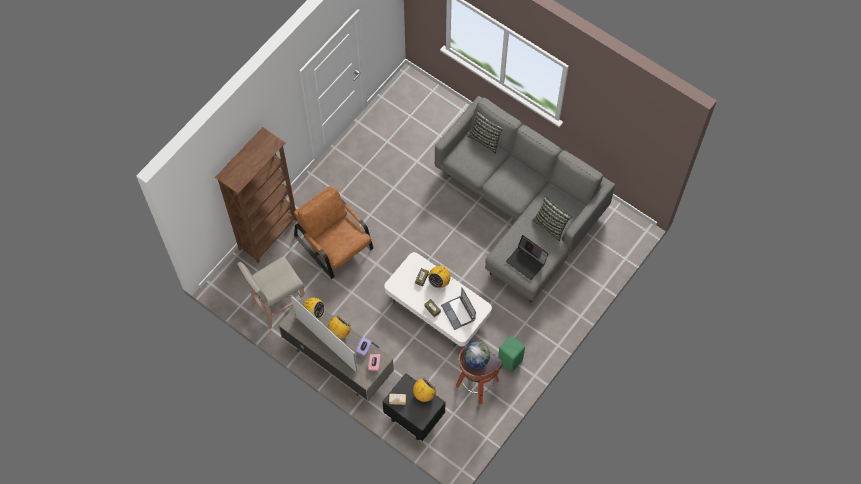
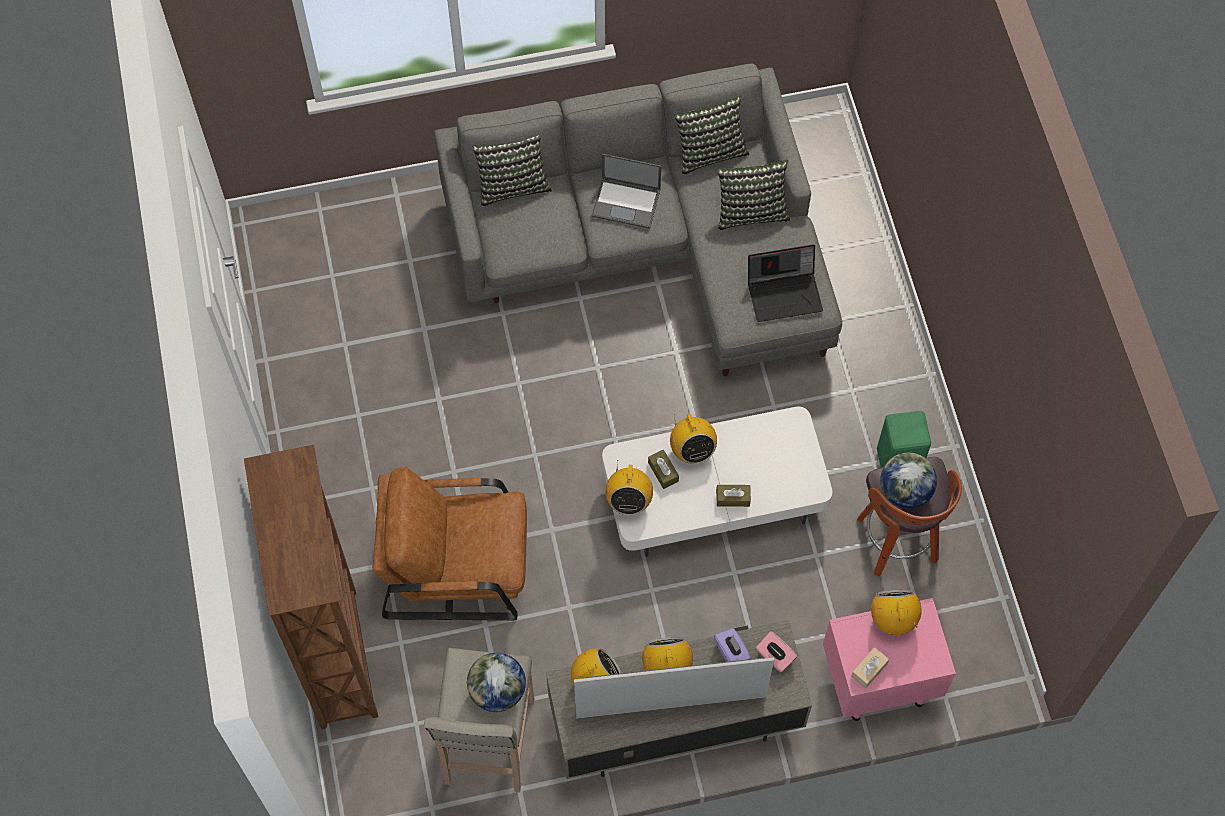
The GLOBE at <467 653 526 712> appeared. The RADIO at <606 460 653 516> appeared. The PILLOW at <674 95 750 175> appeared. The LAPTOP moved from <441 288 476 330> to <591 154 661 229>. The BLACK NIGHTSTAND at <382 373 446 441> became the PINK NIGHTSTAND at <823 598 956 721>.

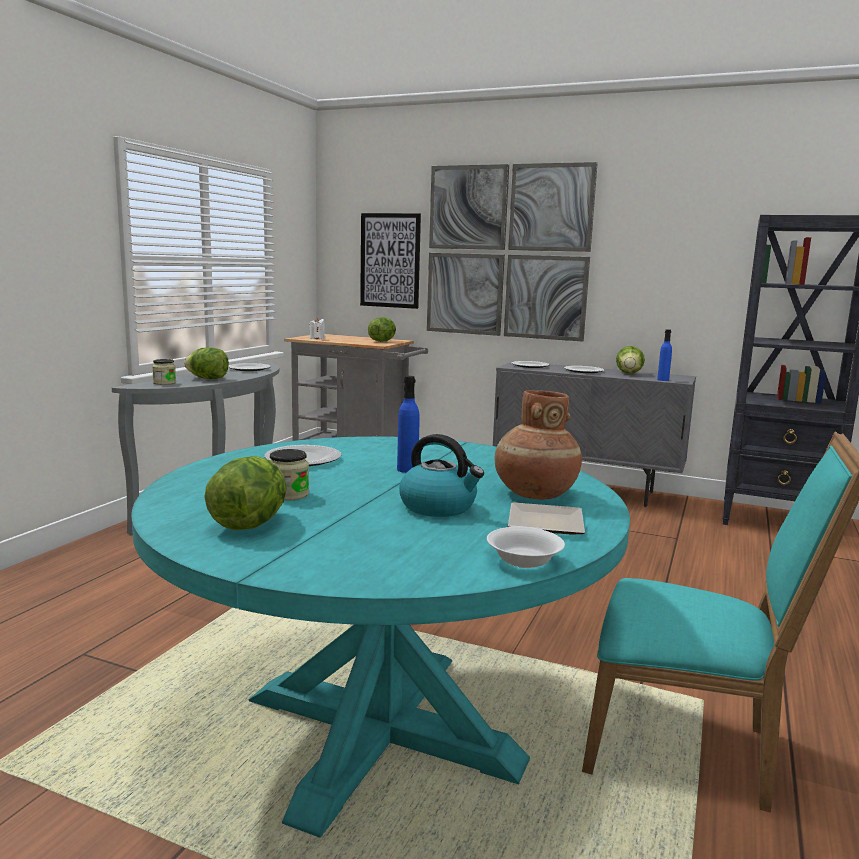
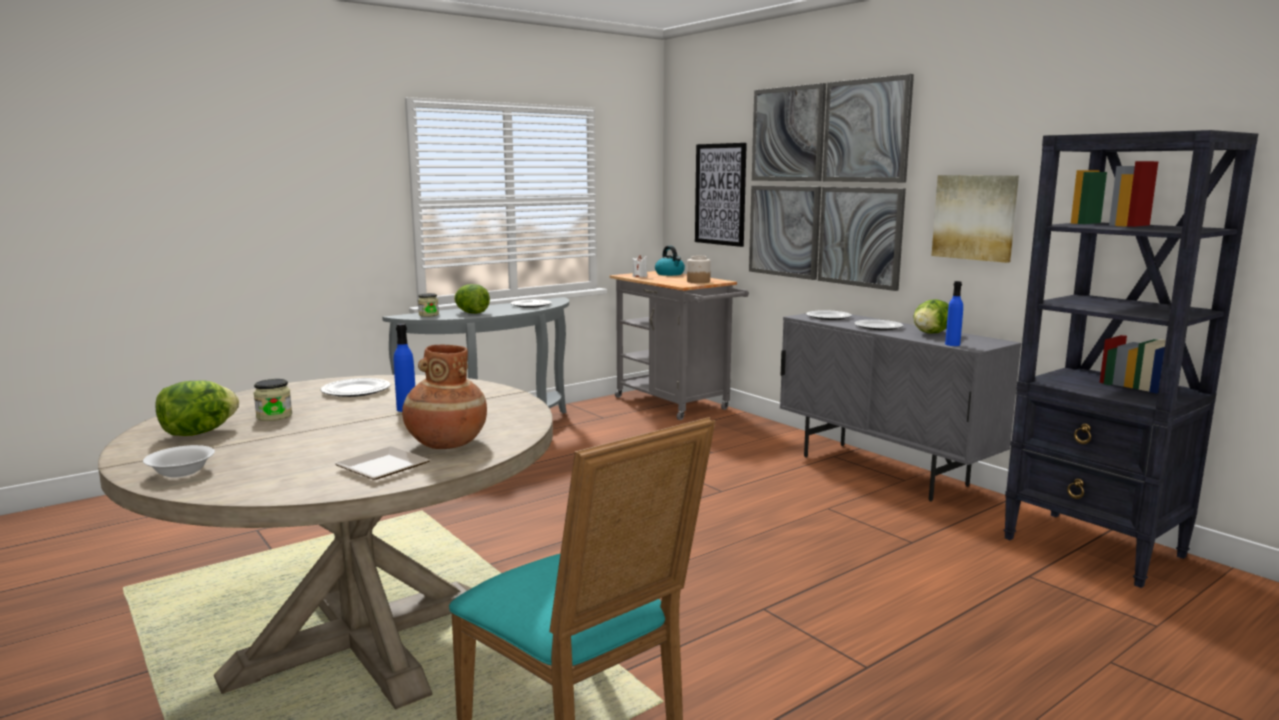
The PICTURE at <931 175 1019 263> appeared. The KETTLE moved from <399 434 484 517> to <655 246 685 276>. The WHITE BOWL moved from <487 527 565 568> to <143 445 215 478>. The LETTUCE at <368 317 396 342> was replaced by the JAR at <687 256 711 283>. The TURQUOISE DINING TABLE at <131 436 630 838> became the BEIGE DINING TABLE at <98 375 553 710>.

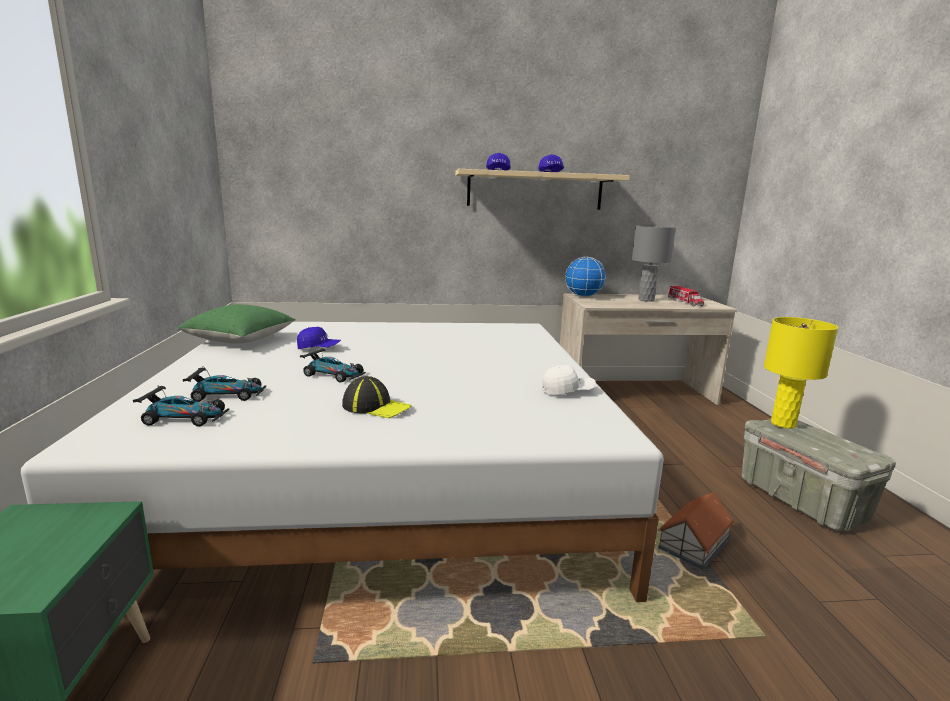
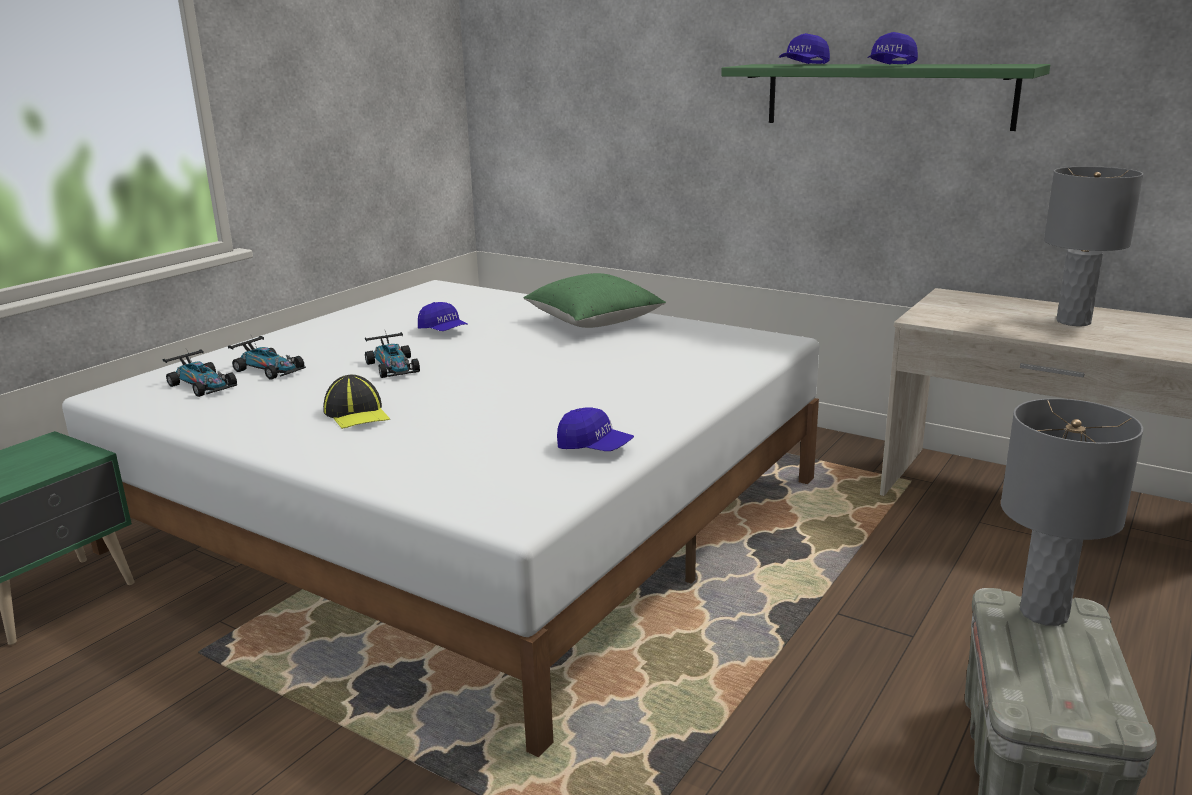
The GLOBE at <565 257 606 297> disappeared. The TOY HOUSE at <658 492 734 570> disappeared. The TOY TRUCK at <668 286 704 307> disappeared. The GREEN PILLOW moved from <176 304 296 344> to <524 273 666 328>. The BEIGE SHELF at <455 169 630 210> became the GREEN SHELF at <721 64 1050 131>. The WHITE CAP at <542 365 596 395> became the BLUE CAP at <557 407 634 451>. The YELLOW TABLE LAMP at <764 317 838 429> became the GREY TABLE LAMP at <1001 398 1143 626>.

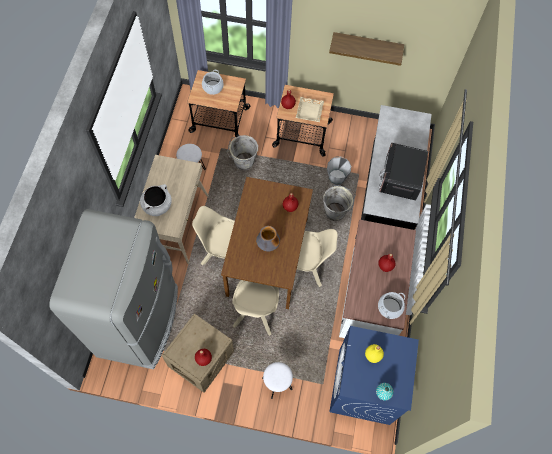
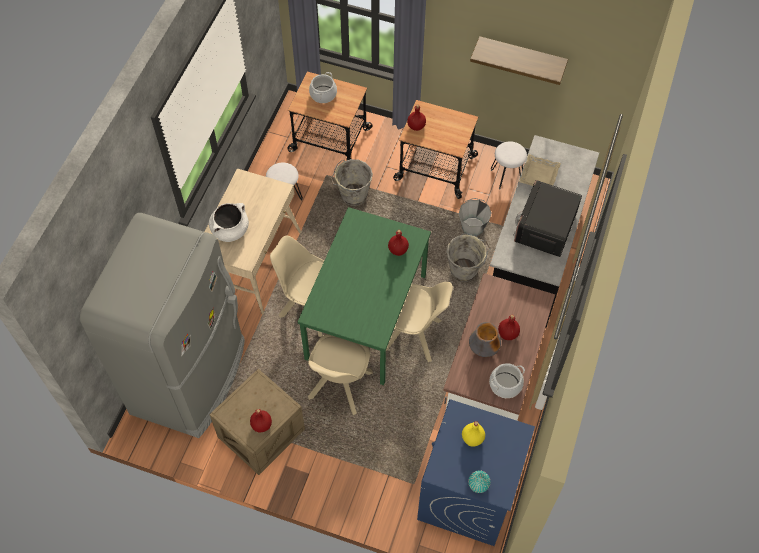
The VASE moved from <256 226 280 252> to <469 322 501 357>. The WHITE STOOL moved from <262 362 293 399> to <491 141 527 189>. The BEIGE TRAY moved from <296 97 324 122> to <519 154 561 186>. The BROWN DINING TABLE at <221 177 313 309> became the GREEN DINING TABLE at <298 207 431 385>.

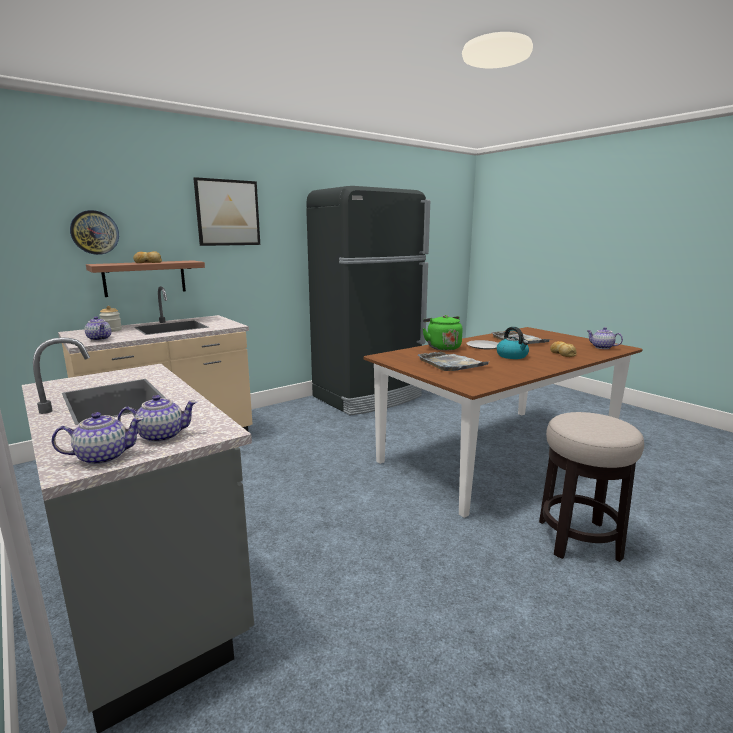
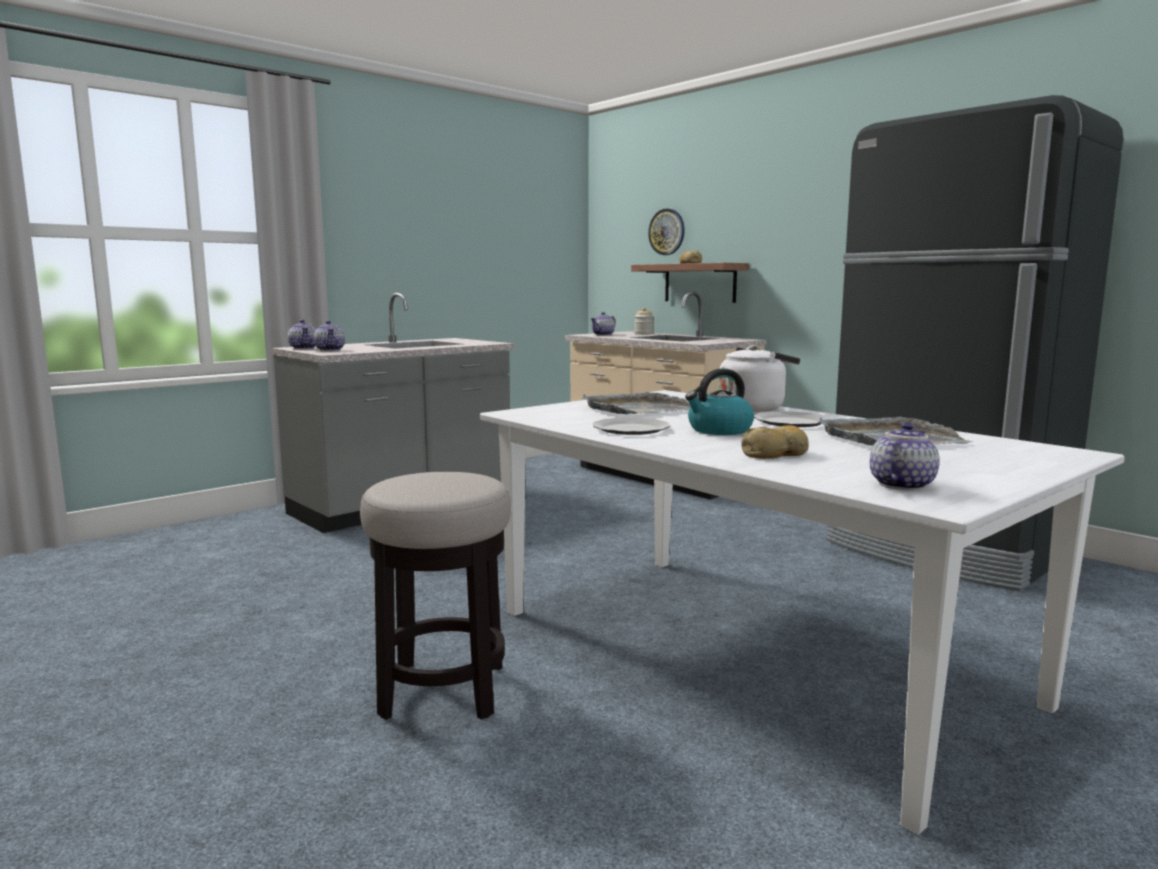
The PICTURE at <193 177 260 246> disappeared. The PLATE at <593 418 671 435> appeared. The BROWN DINING TABLE at <364 327 643 518> became the WHITE DINING TABLE at <479 390 1125 835>. The GREEN KETTLE at <422 315 463 350> became the WHITE KETTLE at <719 345 800 412>.

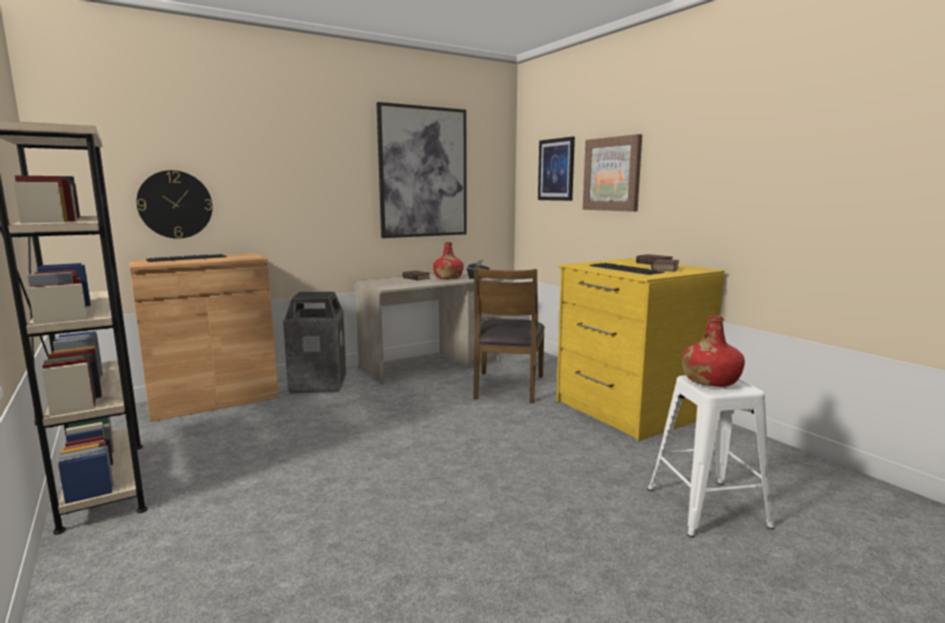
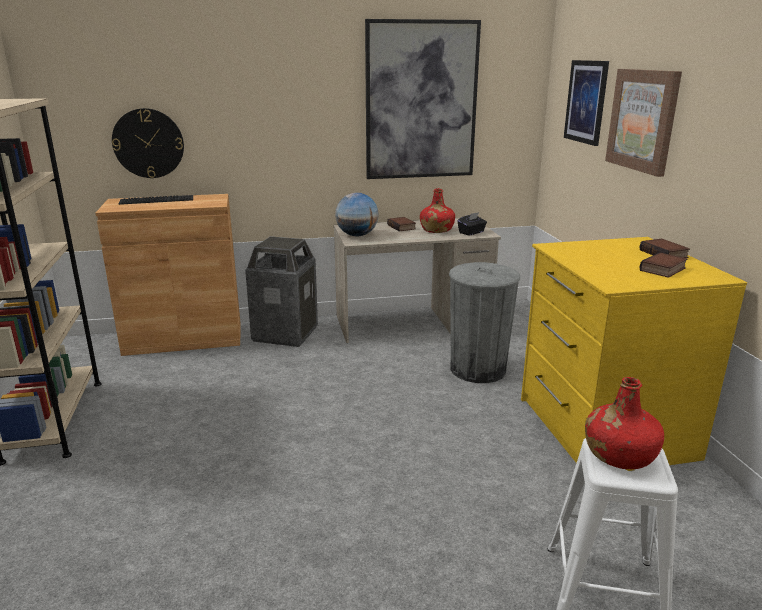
The KEYBOARD at <590 263 664 275> disappeared. The GLOBE at <335 193 379 236> appeared. The BROWN CHAIR at <474 268 545 403> was replaced by the GREY TRASH CAN at <449 262 520 383>.

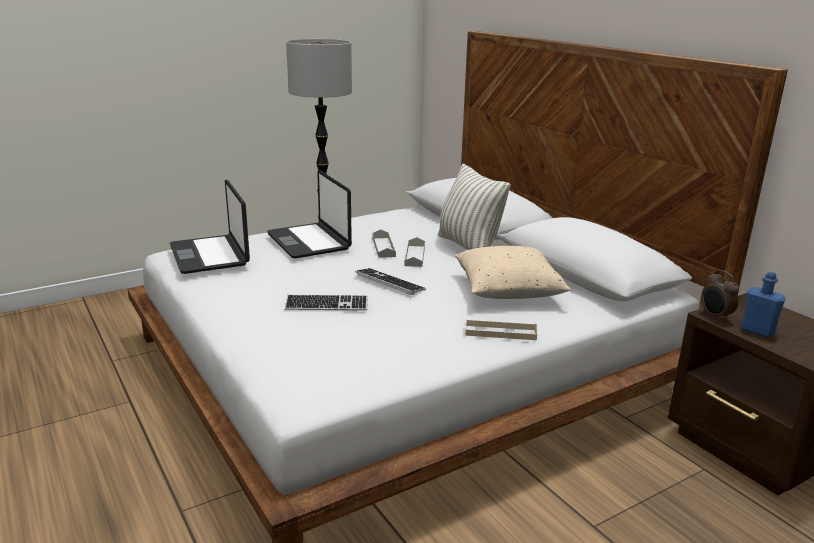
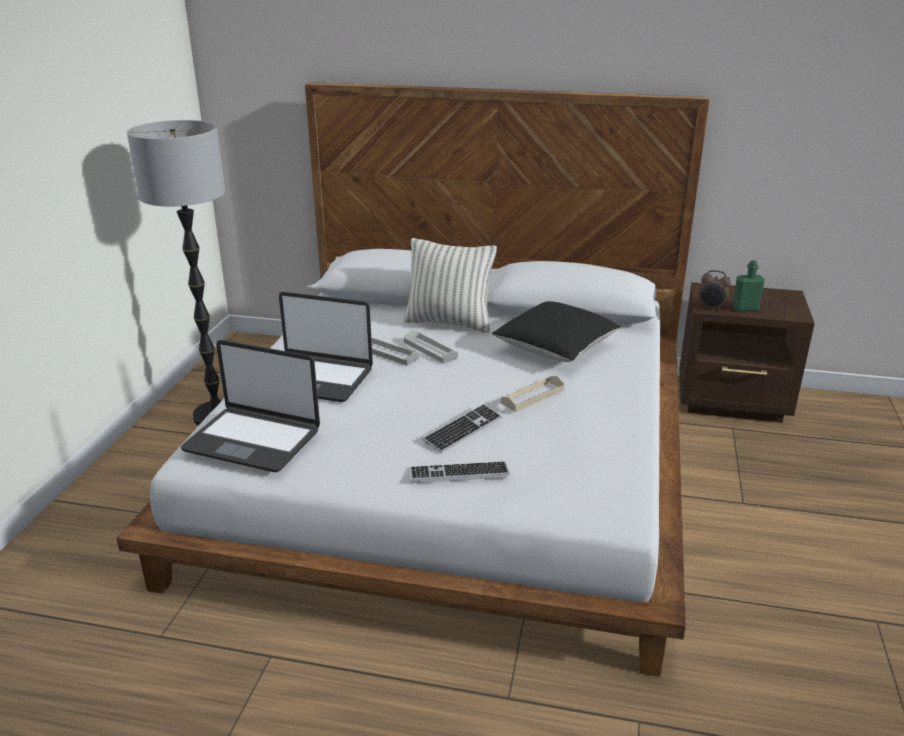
The KEYBOARD moved from <355 268 426 295> to <409 462 510 483>. The BEIGE TRAY moved from <465 319 537 340> to <501 376 565 412>. The BEIGE PILLOW at <455 246 571 299> became the BLACK PILLOW at <492 301 621 362>. The BLUE BOTTLE at <741 271 785 338> became the GREEN BOTTLE at <733 260 765 311>.

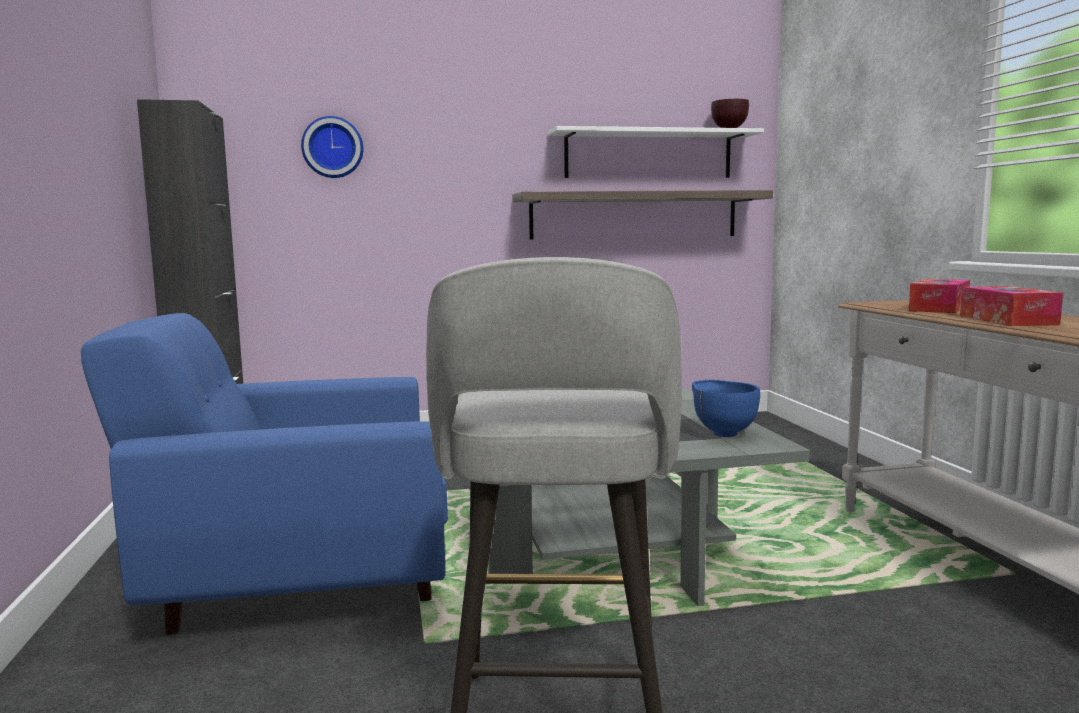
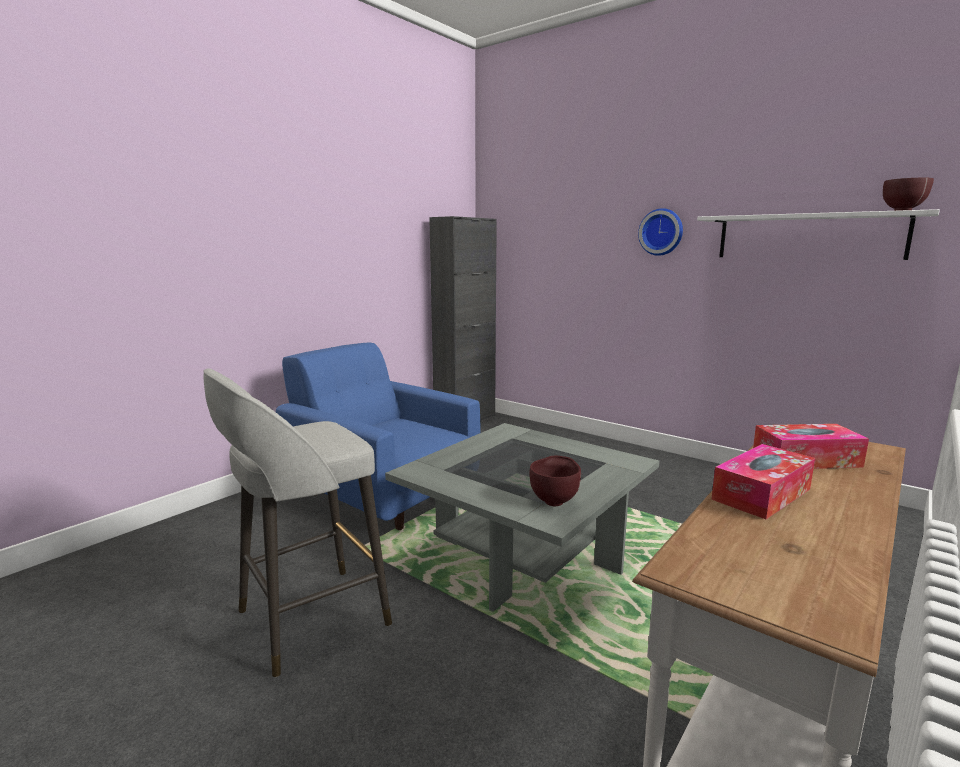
The SHELF at <512 190 773 240> disappeared. The WALL CLOCK moved from <301 116 363 178> to <638 208 683 256>. The BLUE BOWL at <692 380 760 437> became the BROWN BOWL at <529 456 581 506>.

